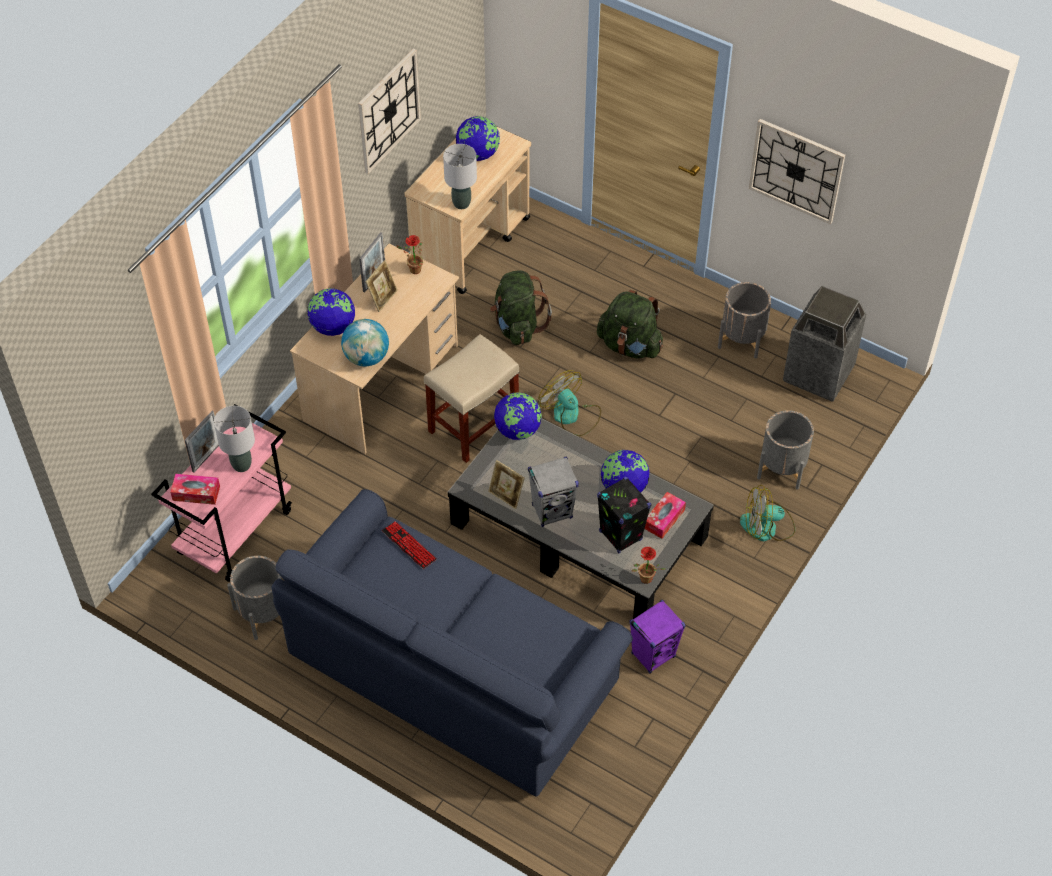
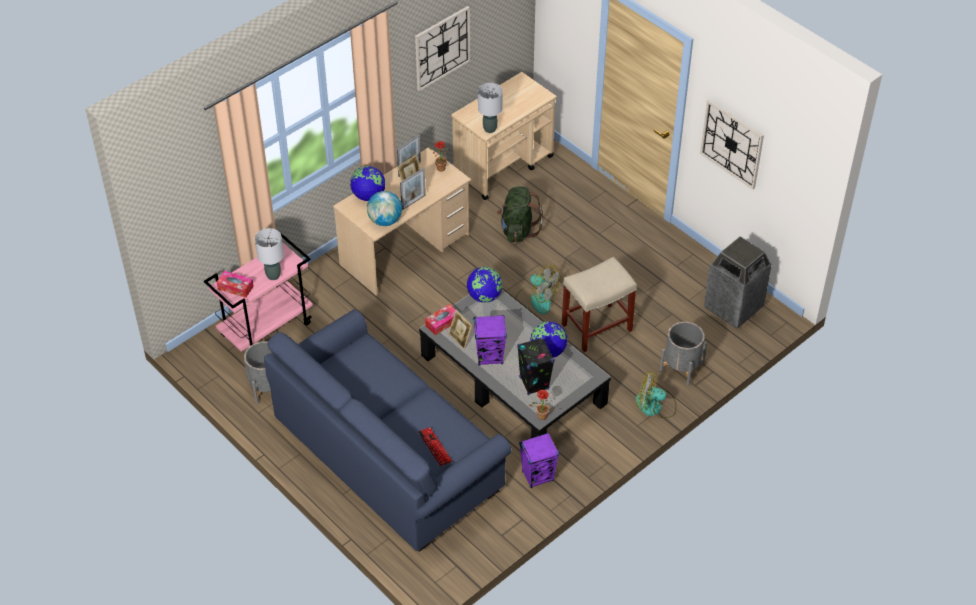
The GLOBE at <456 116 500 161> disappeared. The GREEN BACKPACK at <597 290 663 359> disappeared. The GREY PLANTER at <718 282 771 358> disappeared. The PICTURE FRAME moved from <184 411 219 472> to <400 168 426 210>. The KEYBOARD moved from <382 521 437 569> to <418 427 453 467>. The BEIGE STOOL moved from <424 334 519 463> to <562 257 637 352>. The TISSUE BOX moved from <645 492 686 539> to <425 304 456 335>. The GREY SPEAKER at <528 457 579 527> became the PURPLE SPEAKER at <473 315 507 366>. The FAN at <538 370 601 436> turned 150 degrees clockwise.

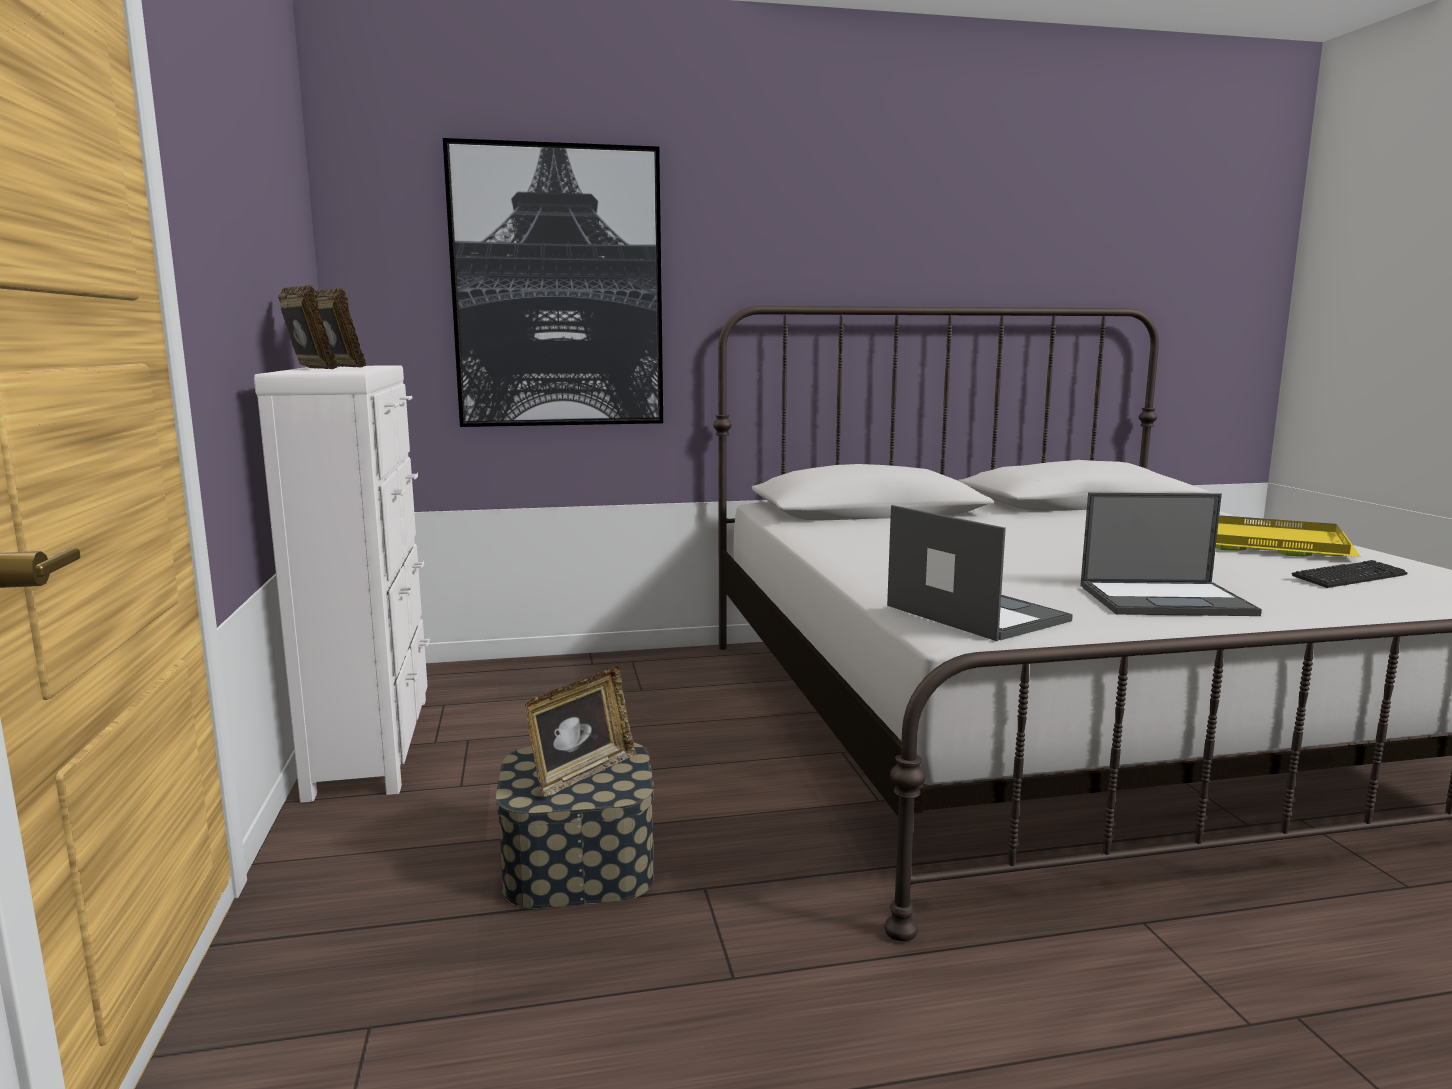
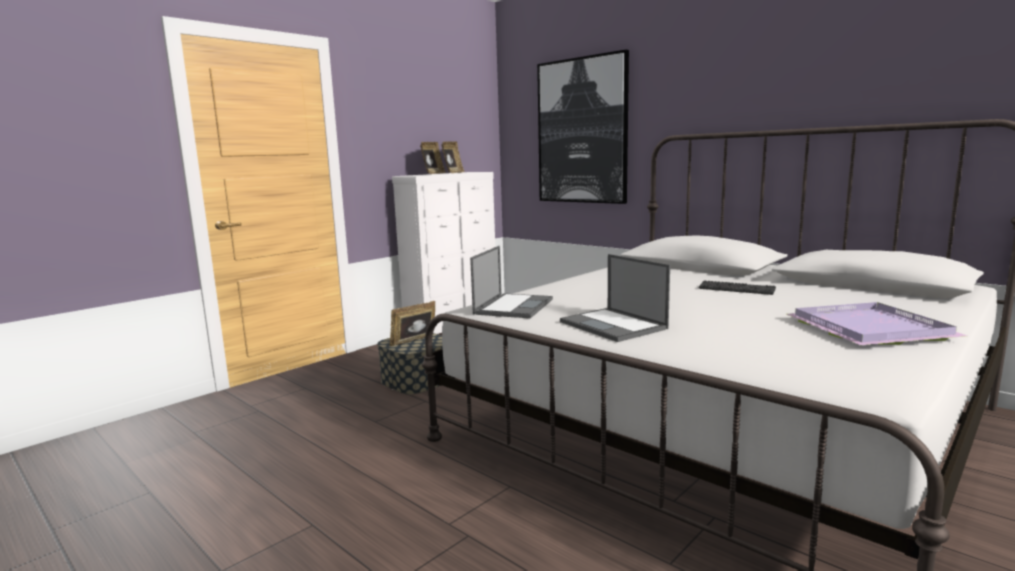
The KEYBOARD moved from <1292 560 1408 588> to <699 281 776 295>. The YELLOW TRAY at <1216 515 1361 557> became the PURPLE TRAY at <787 302 967 345>. The PICTURE FRAME at <525 667 637 797> turned 135 degrees clockwise.

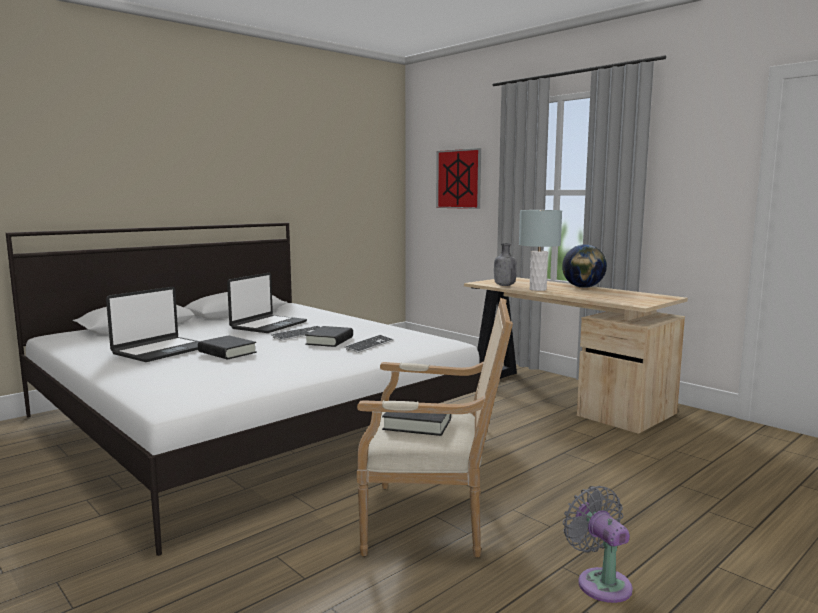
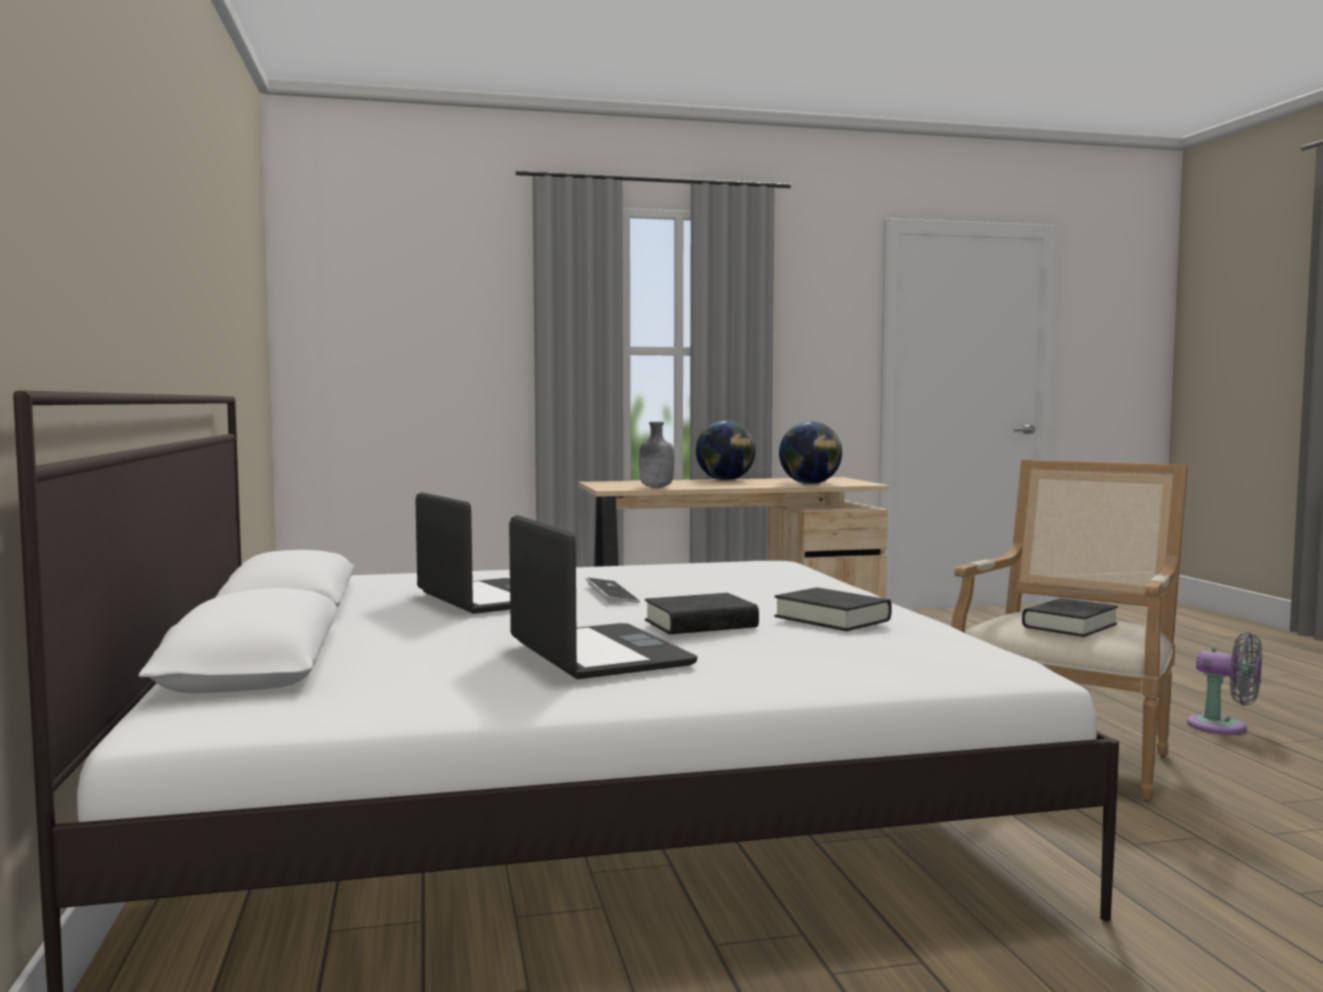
The KEYBOARD at <344 335 394 353> disappeared. The PICTURE at <436 148 481 209> disappeared. The GREY TABLE LAMP at <519 210 562 291> disappeared. The GLOBE at <779 421 842 484> appeared. The BLACK BOOK moved from <305 326 353 347> to <774 587 892 631>. The GREY FAN at <563 486 633 603> turned 150 degrees counterclockwise.

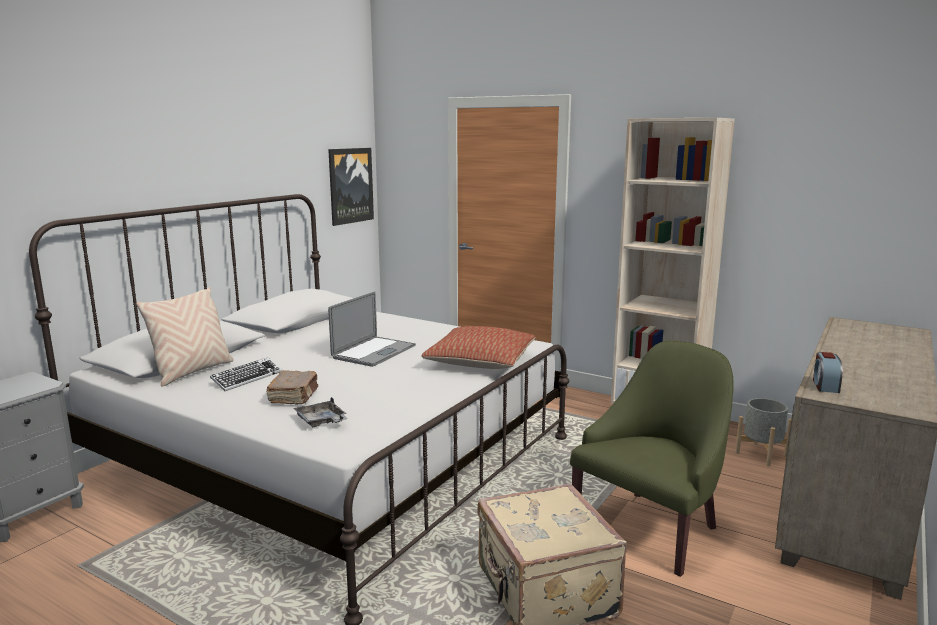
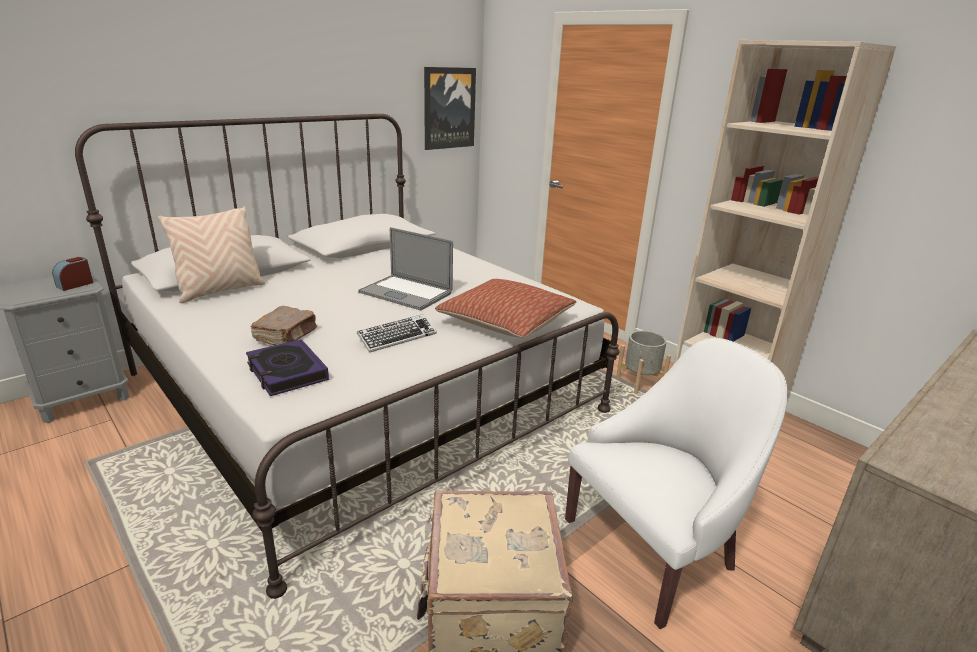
The KEYBOARD moved from <210 357 282 391> to <357 314 437 353>. The GREY PLANTER moved from <735 398 792 466> to <616 331 671 394>. The ALARM CLOCK moved from <813 352 843 393> to <52 257 93 291>. The GREY TRAY at <293 397 348 427> was replaced by the BOOK at <246 339 329 396>. The GREEN ARMCHAIR at <570 341 734 577> became the WHITE ARMCHAIR at <565 338 787 629>. The LAPTOP at <328 291 416 367> turned 75 degrees clockwise.

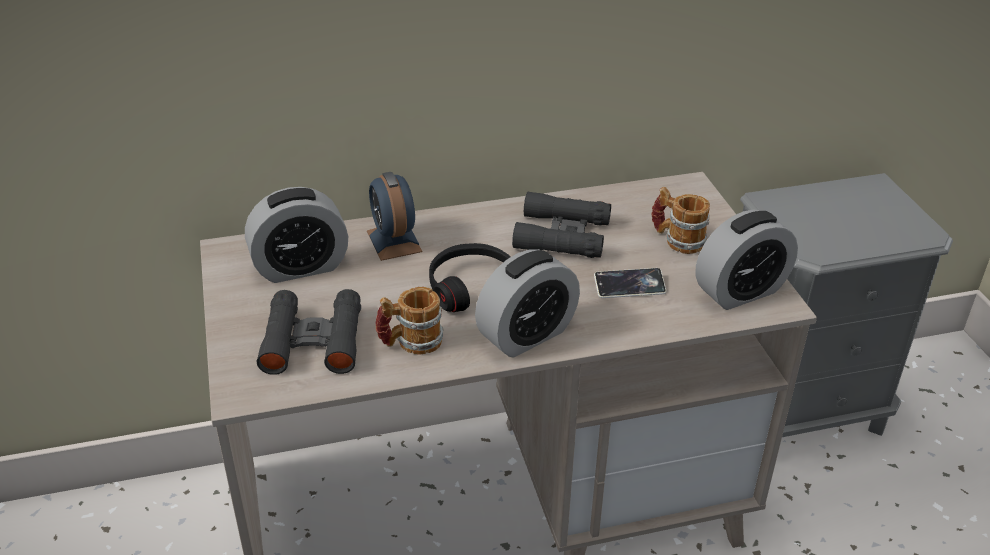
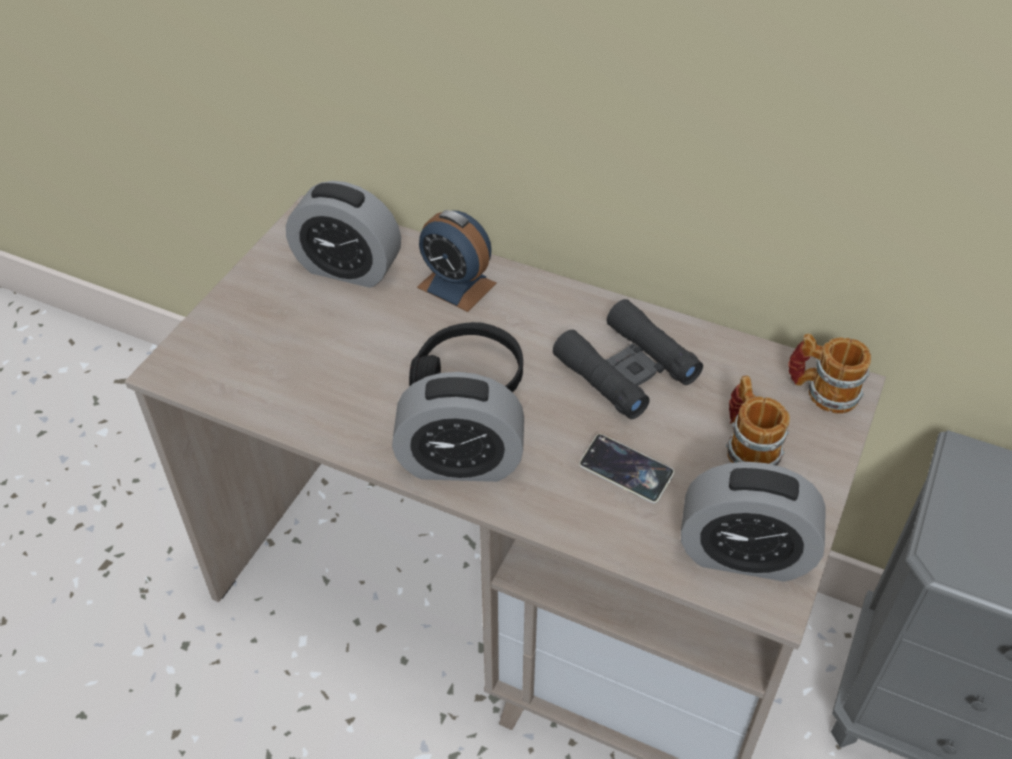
The BLACK BINOCULARS at <257 289 361 375> disappeared. The MUG moved from <376 287 444 355> to <788 334 871 414>. The ALARM CLOCK at <367 172 422 261> turned 75 degrees counterclockwise.

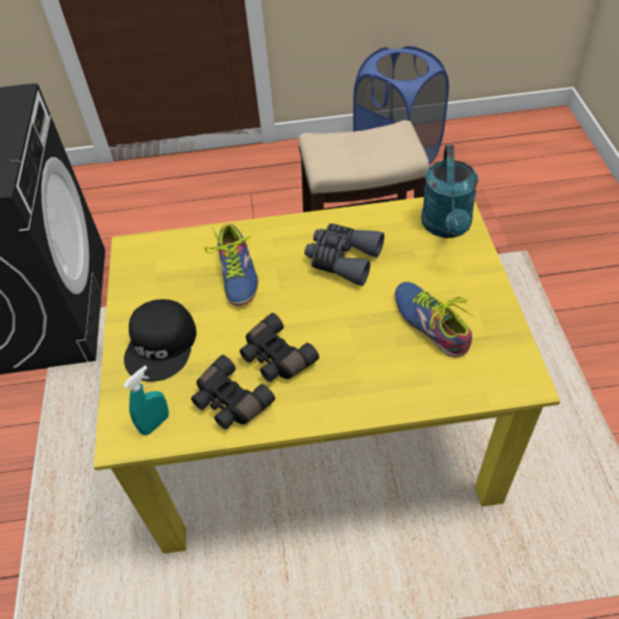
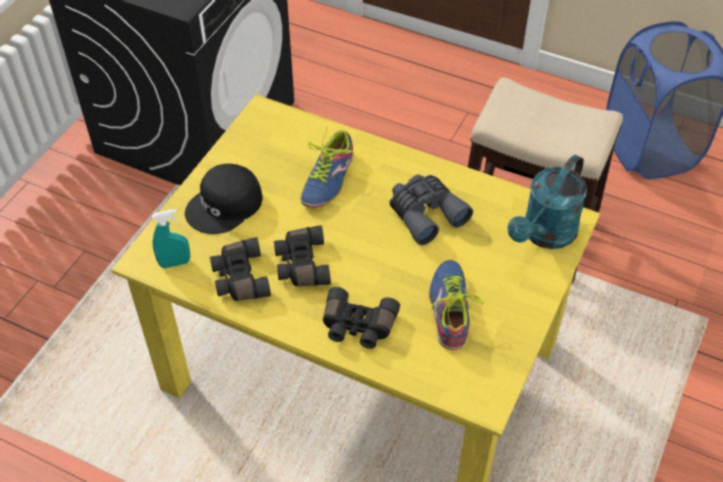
The BLACK BINOCULARS at <323 287 400 349> appeared.

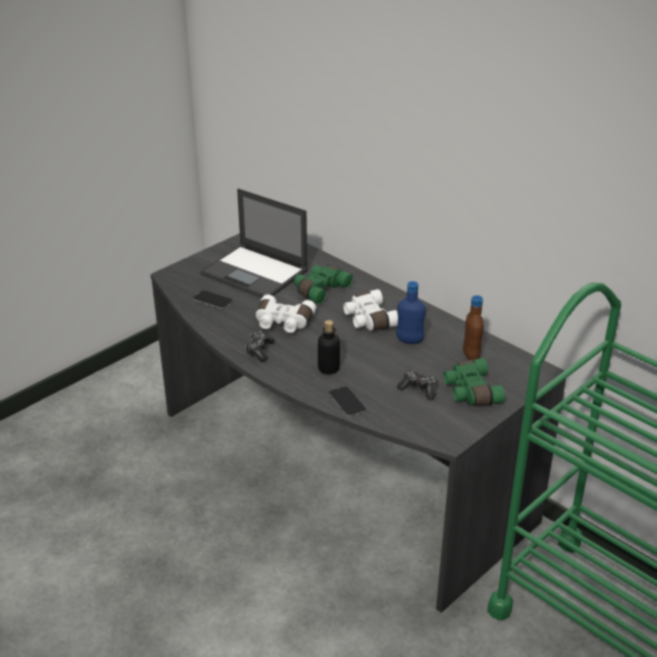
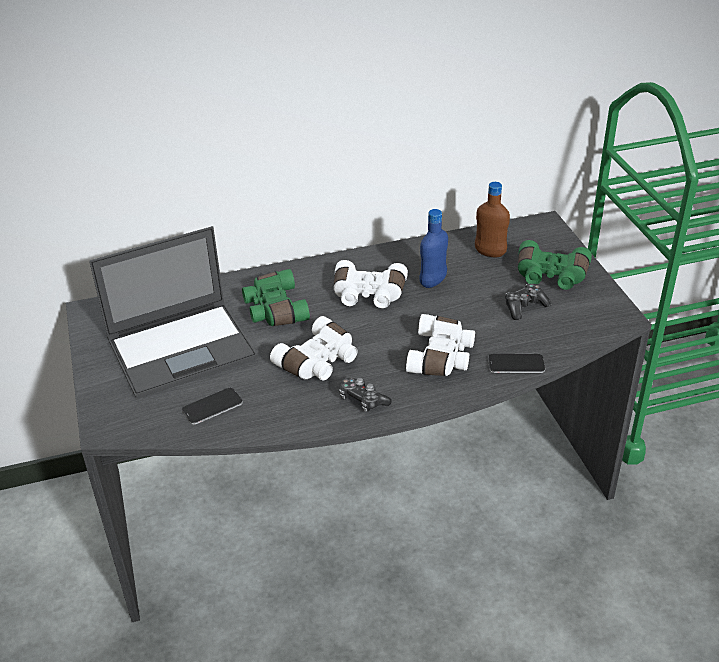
The BOTTLE at <318 320 340 374> was replaced by the WHITE BINOCULARS at <406 314 475 376>.

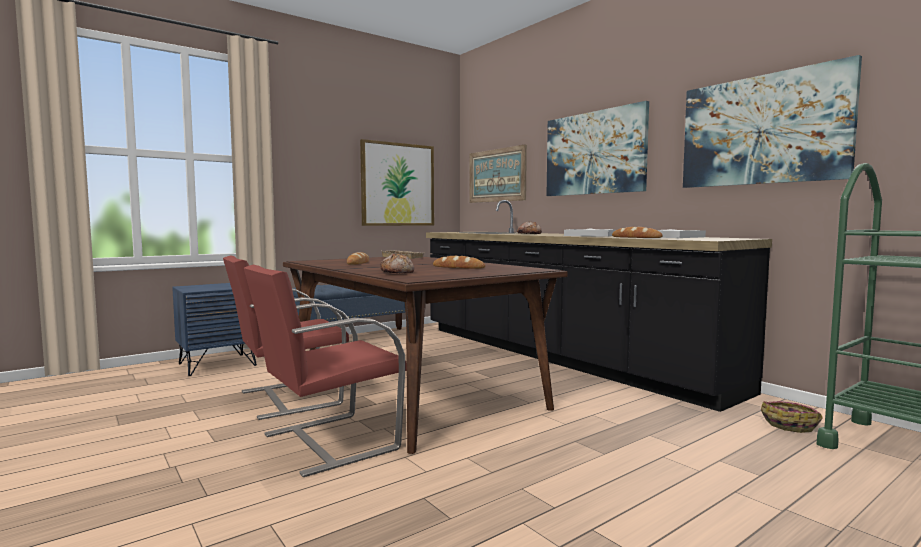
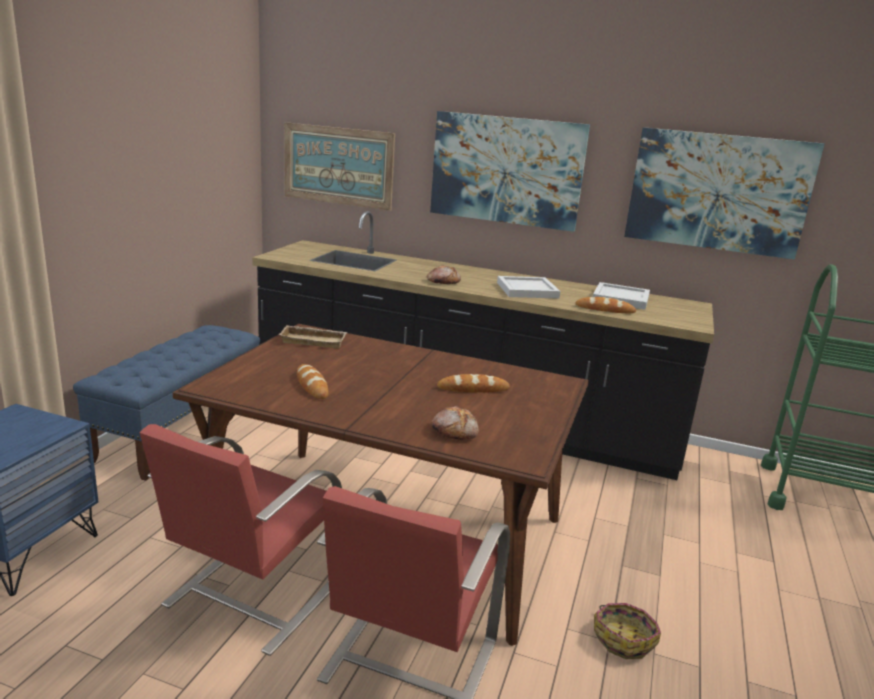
The PICTURE at <360 139 434 226> disappeared. The BASKET moved from <761 401 823 433> to <594 603 661 659>.

